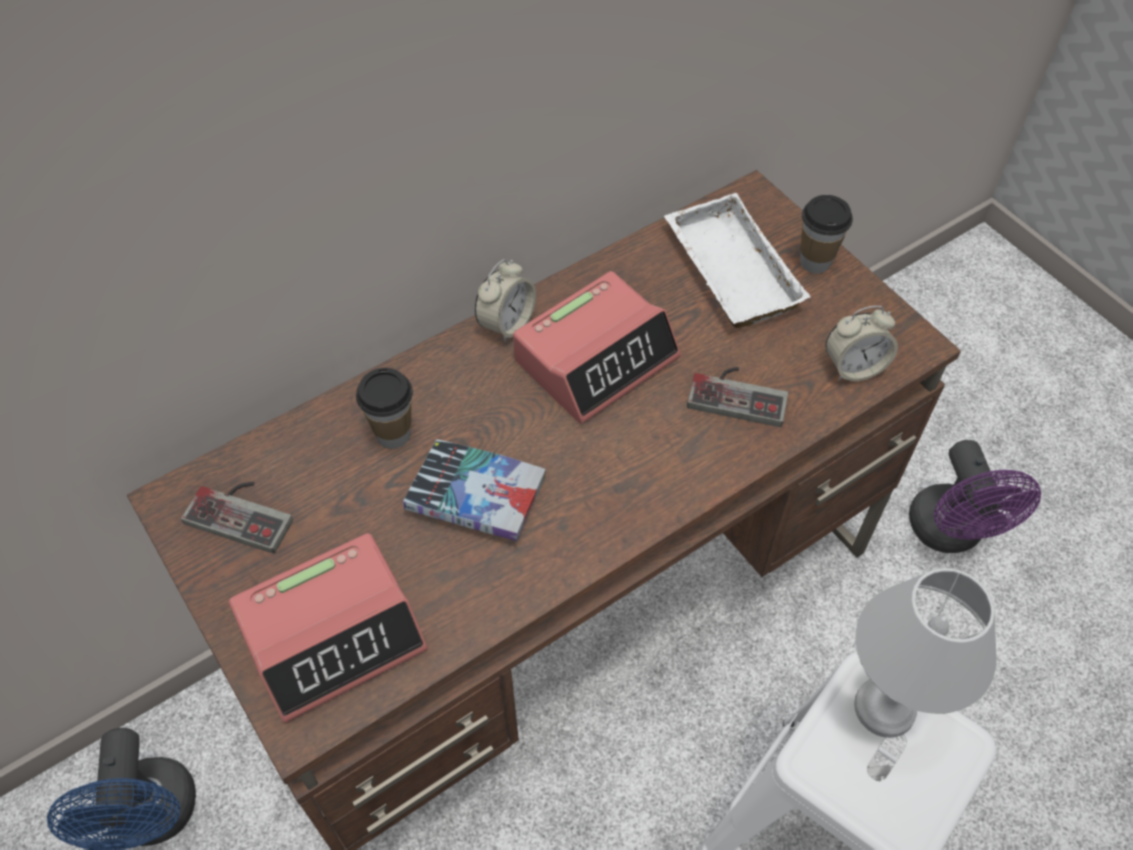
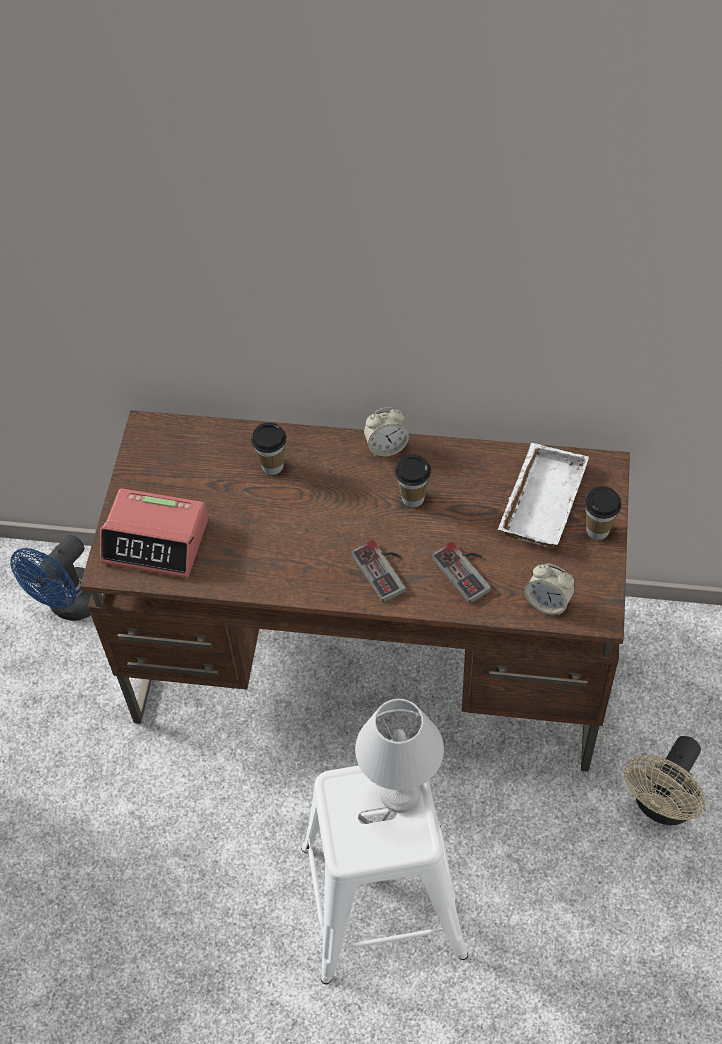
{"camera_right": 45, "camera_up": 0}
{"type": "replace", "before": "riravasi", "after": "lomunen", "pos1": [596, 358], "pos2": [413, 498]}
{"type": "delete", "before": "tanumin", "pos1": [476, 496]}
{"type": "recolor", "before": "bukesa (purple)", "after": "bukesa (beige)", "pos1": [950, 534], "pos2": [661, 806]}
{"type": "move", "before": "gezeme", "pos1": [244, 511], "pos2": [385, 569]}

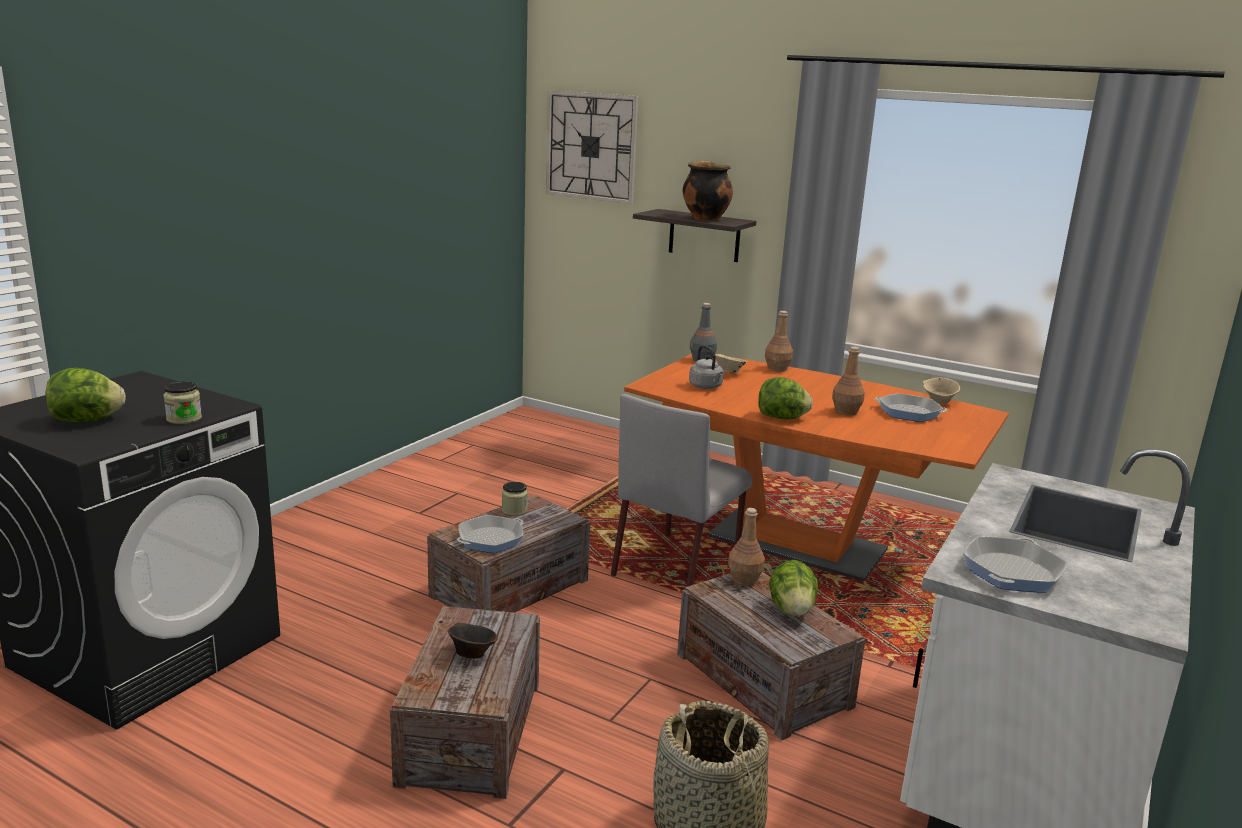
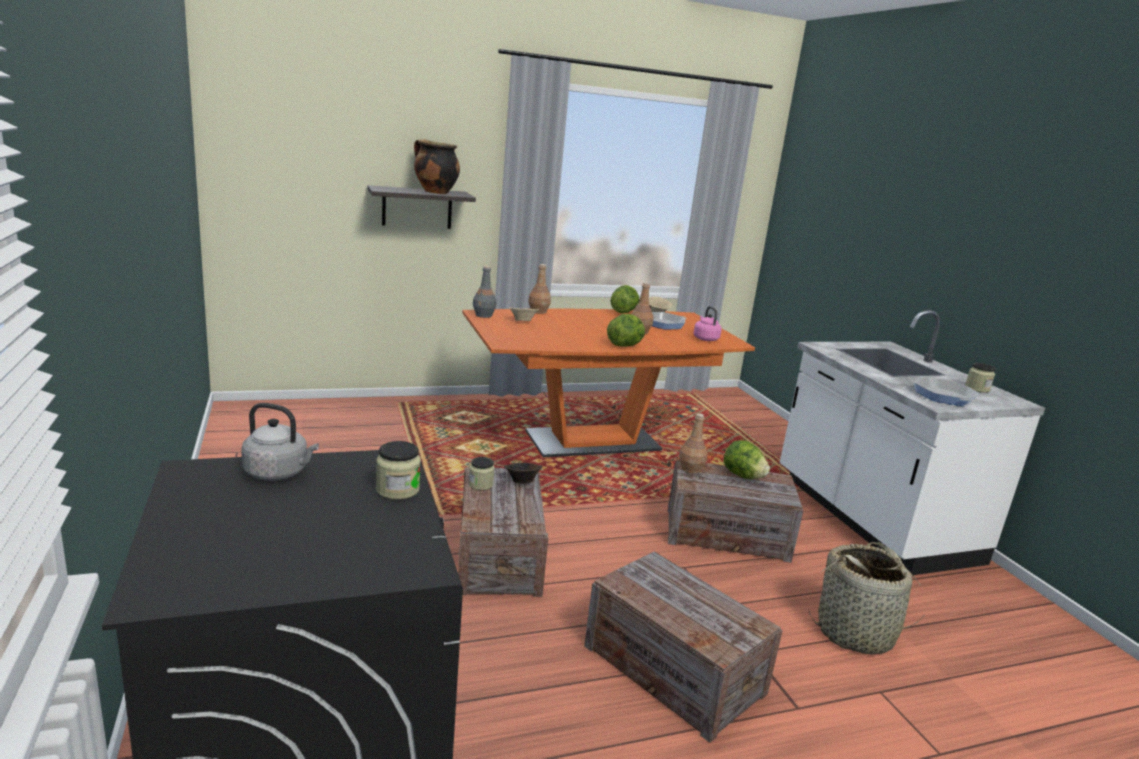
{"camera_right": -50, "camera_up": 0}
{"type": "delete", "before": "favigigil", "pos1": [591, 146]}
{"type": "move", "before": "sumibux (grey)", "pos1": [706, 387], "pos2": [279, 473]}
{"type": "move", "before": "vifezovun", "pos1": [87, 420], "pos2": [623, 312]}
{"type": "delete", "before": "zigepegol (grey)", "pos1": [677, 565]}
{"type": "delete", "before": "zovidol", "pos1": [490, 539]}
{"type": "move", "before": "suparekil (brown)", "pos1": [472, 654], "pos2": [521, 482]}
{"type": "insert", "after": "sumibux (pink)", "pos2": [705, 338]}
{"type": "insert", "after": "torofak", "pos2": [977, 389]}

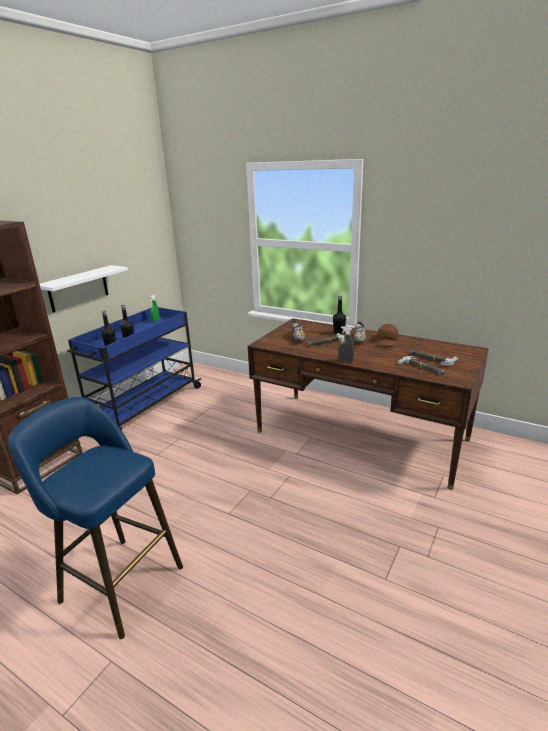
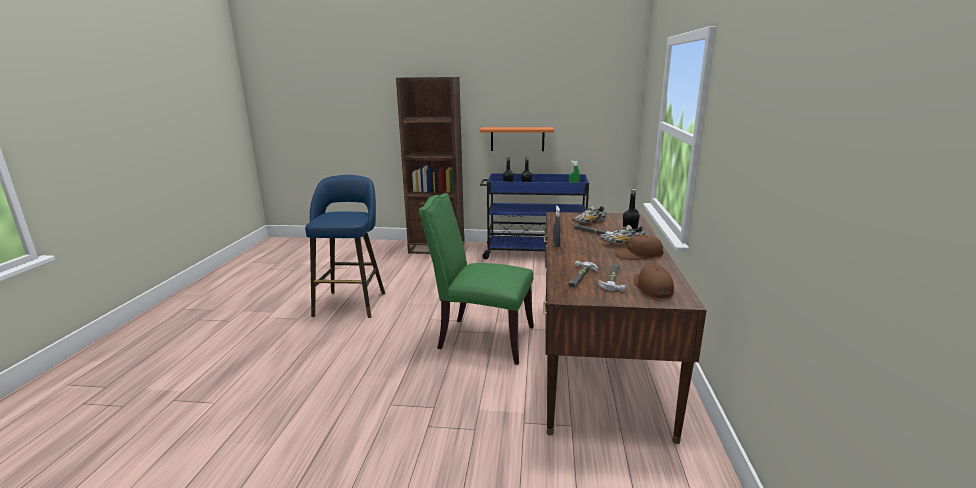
{"camera_right": 65, "camera_up": -5}
{"type": "recolor", "before": "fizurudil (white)", "after": "fizurudil (orange)", "pos1": [78, 288], "pos2": [517, 139]}
{"type": "insert", "after": "zigepegol (green)", "pos2": [481, 338]}
{"type": "insert", "after": "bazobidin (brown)", "pos2": [652, 287]}

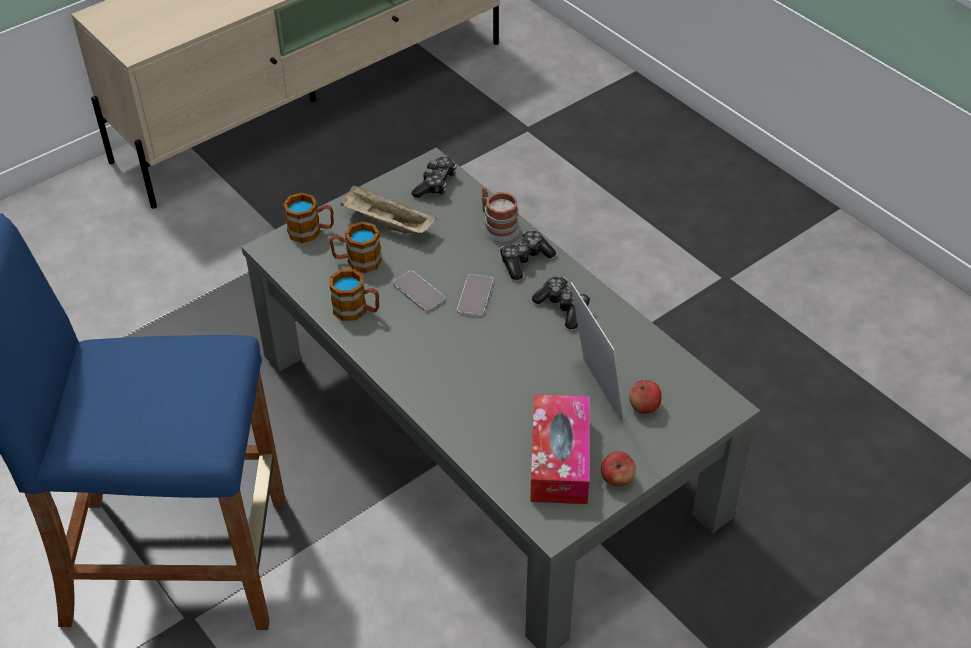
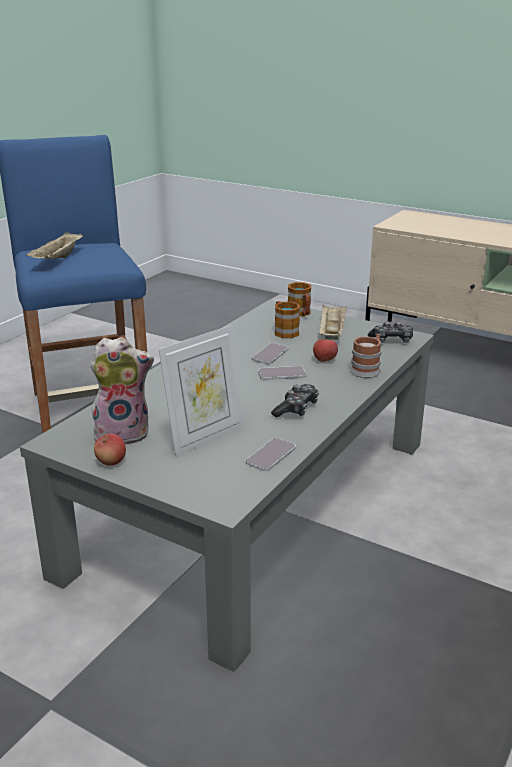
{"camera_right": 70, "camera_up": -20}
{"type": "delete", "before": "gezeme", "pos1": [525, 260]}
{"type": "delete", "before": "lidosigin", "pos1": [356, 310]}
{"type": "move", "before": "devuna", "pos1": [644, 407], "pos2": [324, 360]}
{"type": "replace", "before": "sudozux", "after": "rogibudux", "pos1": [559, 459], "pos2": [123, 433]}
{"type": "insert", "after": "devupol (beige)", "pos2": [58, 259]}
{"type": "insert", "after": "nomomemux", "pos2": [271, 455]}

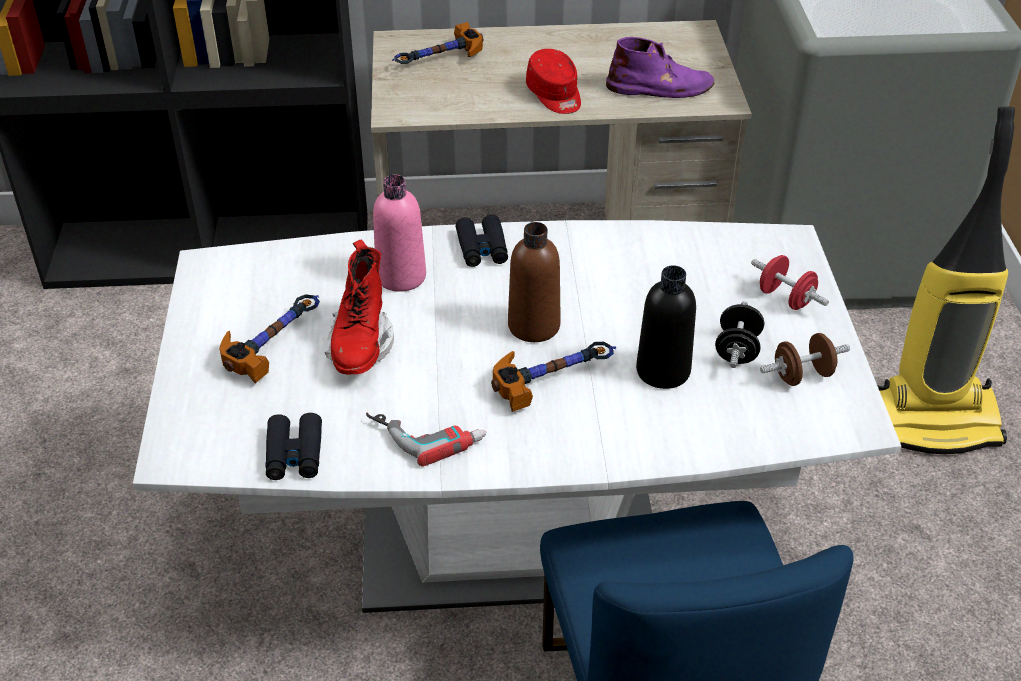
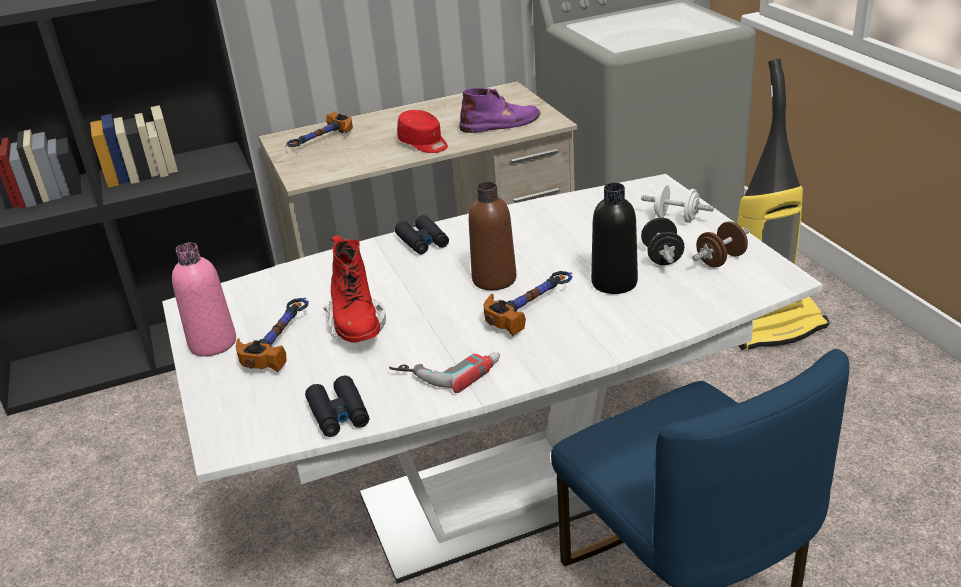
{"camera_right": -15, "camera_up": -10}
{"type": "move", "before": "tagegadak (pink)", "pos1": [401, 276], "pos2": [213, 343]}
{"type": "recolor", "before": "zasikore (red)", "after": "zasikore (white)", "pos1": [785, 298], "pos2": [676, 218]}

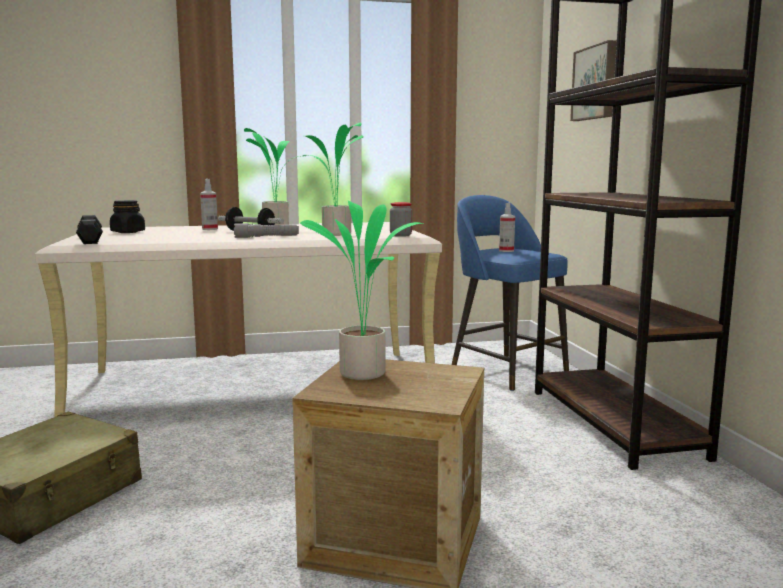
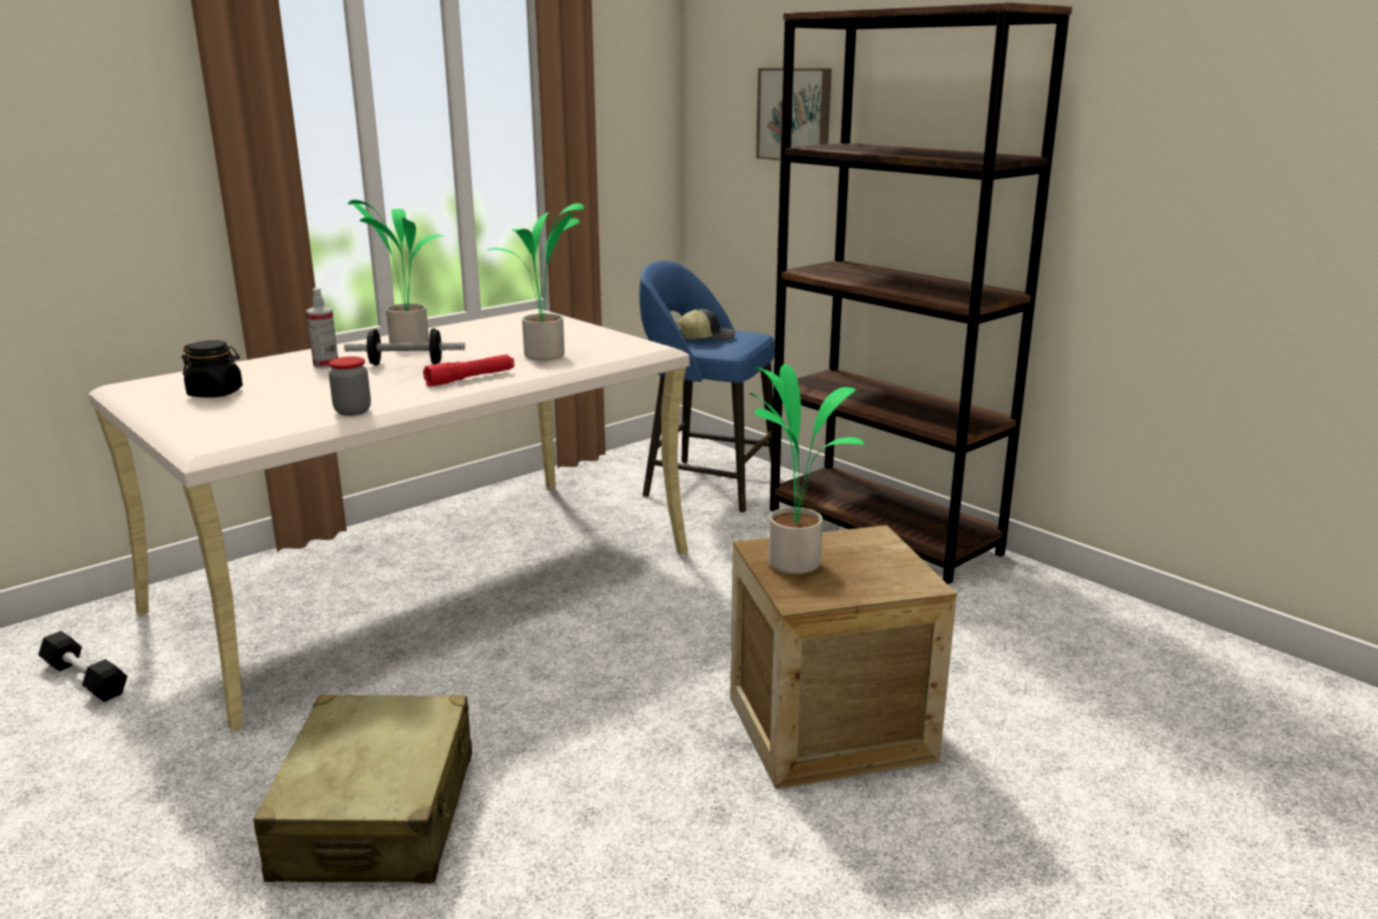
{"camera_right": -30, "camera_up": 10}
{"type": "move", "before": "torofak", "pos1": [401, 235], "pos2": [352, 411]}
{"type": "replace", "before": "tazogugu", "after": "bazobidin", "pos1": [506, 251], "pos2": [707, 337]}
{"type": "move", "before": "zasikore (black)", "pos1": [90, 239], "pos2": [85, 679]}
{"type": "recolor", "before": "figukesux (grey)", "after": "figukesux (red)", "pos1": [267, 237], "pos2": [470, 378]}

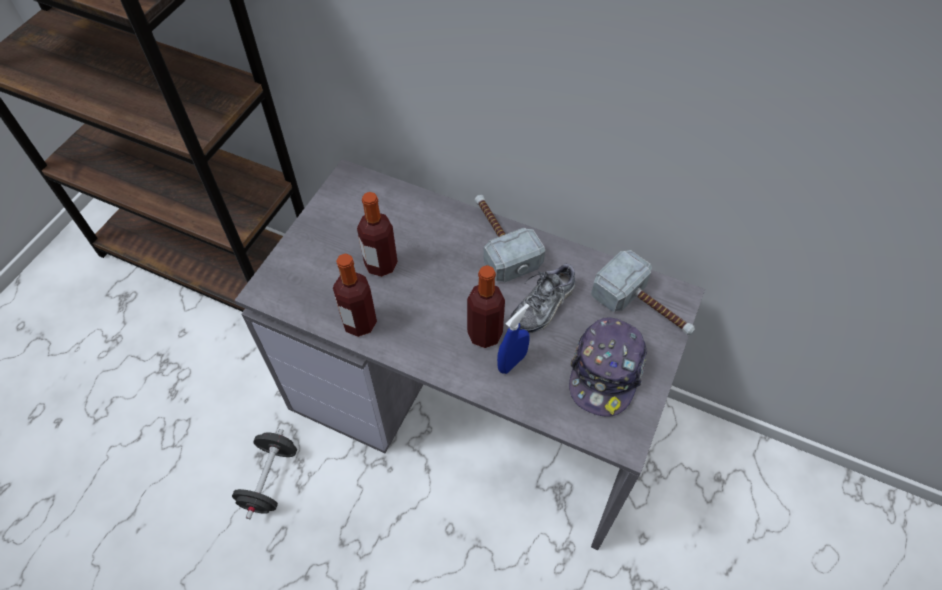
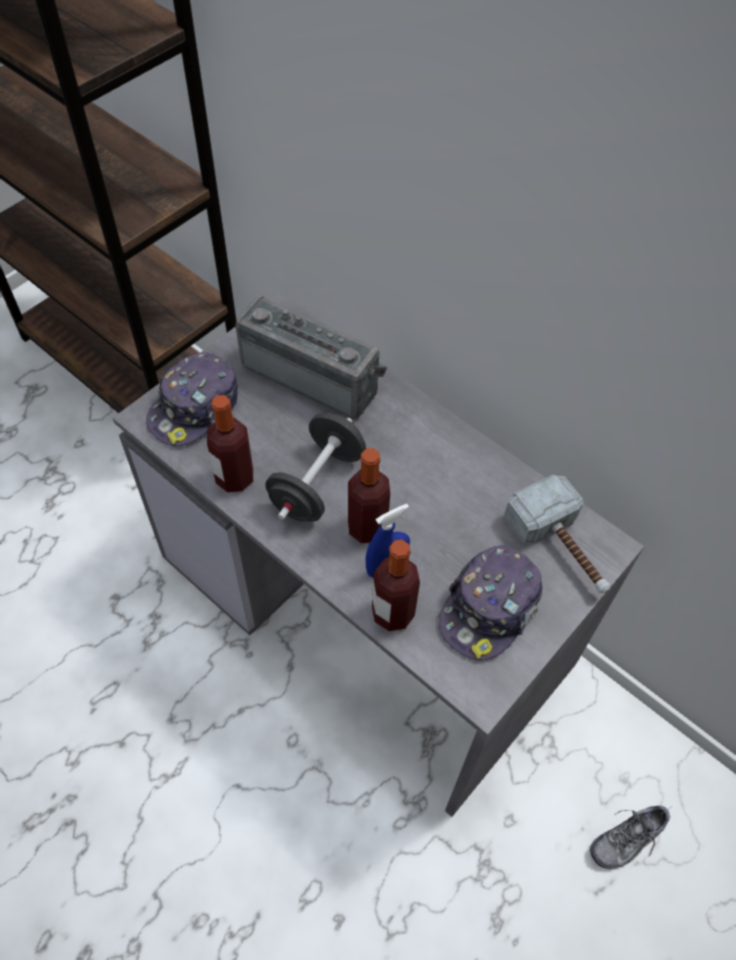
{"camera_right": 15, "camera_up": 0}
{"type": "move", "before": "tagegadak", "pos1": [381, 264], "pos2": [392, 613]}
{"type": "delete", "before": "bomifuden", "pos1": [499, 241]}
{"type": "move", "before": "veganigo", "pos1": [543, 305], "pos2": [627, 838]}
{"type": "move", "before": "zasikore (black)", "pos1": [270, 480], "pos2": [317, 484]}
{"type": "insert", "after": "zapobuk", "pos2": [313, 375]}
{"type": "insert", "after": "bazobidin", "pos2": [195, 409]}

